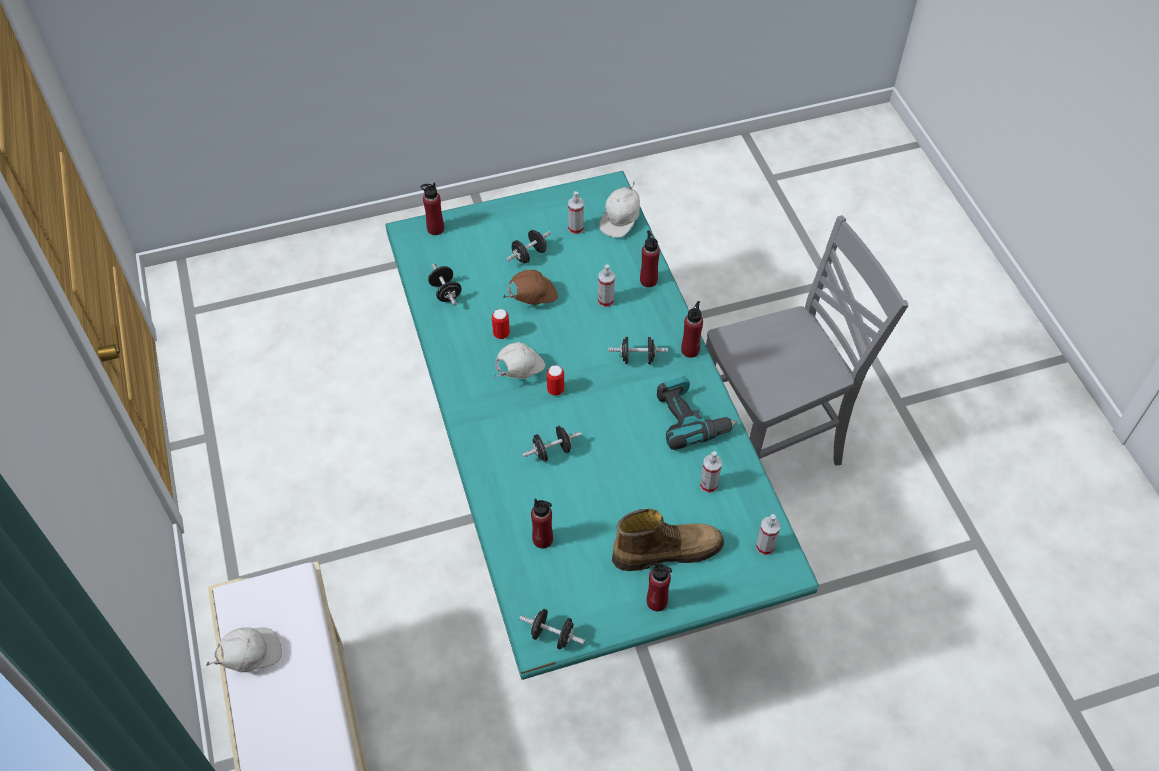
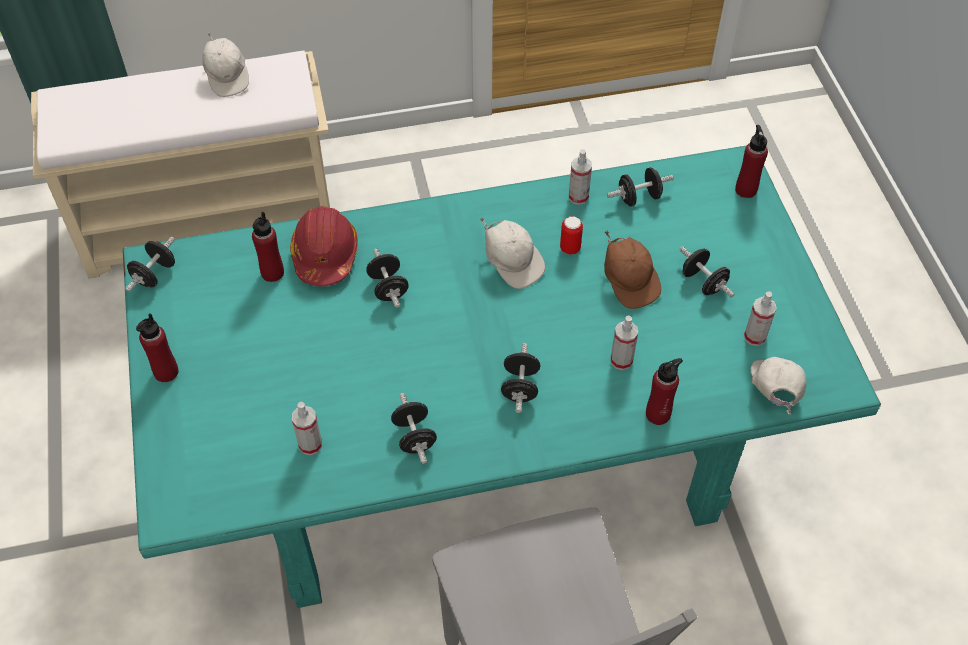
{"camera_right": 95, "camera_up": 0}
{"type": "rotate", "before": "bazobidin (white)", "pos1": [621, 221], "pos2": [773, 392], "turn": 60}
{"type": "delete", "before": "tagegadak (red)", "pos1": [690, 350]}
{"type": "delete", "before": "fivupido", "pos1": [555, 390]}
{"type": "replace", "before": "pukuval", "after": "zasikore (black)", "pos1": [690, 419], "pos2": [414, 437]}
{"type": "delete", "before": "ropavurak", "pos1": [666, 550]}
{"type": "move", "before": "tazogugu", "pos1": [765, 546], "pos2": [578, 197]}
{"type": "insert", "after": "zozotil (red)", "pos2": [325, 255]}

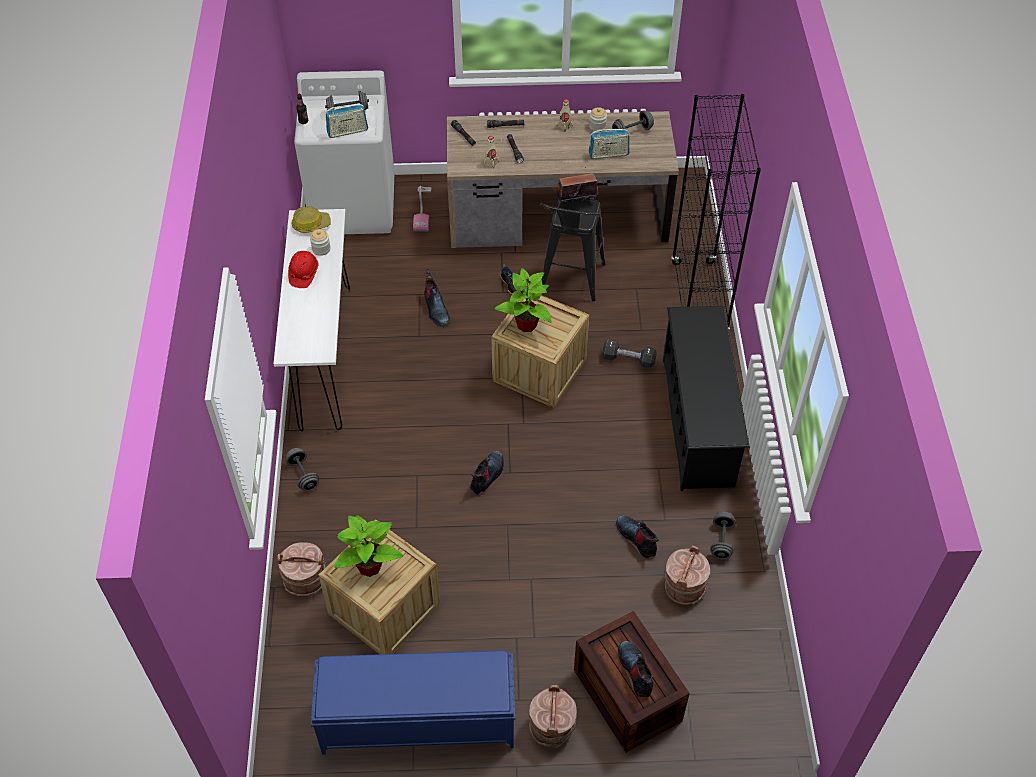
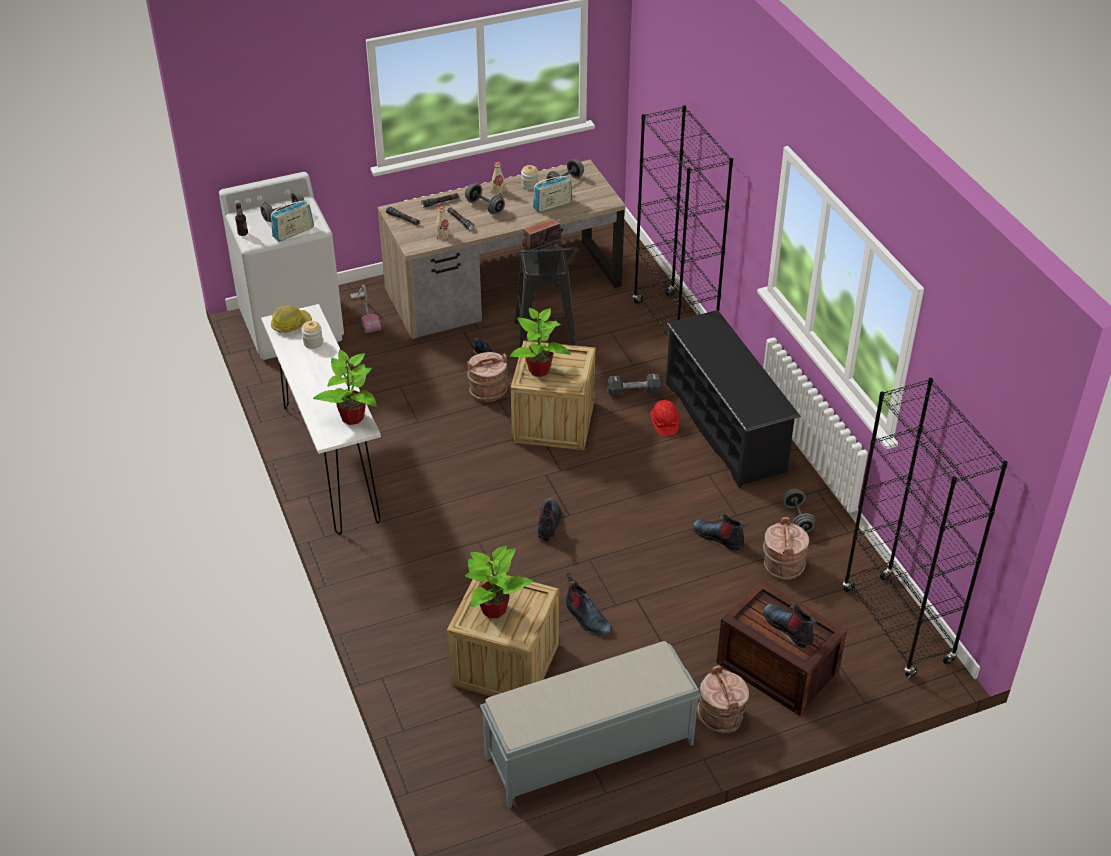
{"camera_right": -20, "camera_up": -10}
{"type": "move", "before": "zozotil (red)", "pos1": [303, 274], "pos2": [664, 423]}
{"type": "move", "before": "ropavurak", "pos1": [436, 309], "pos2": [586, 618]}
{"type": "move", "before": "zasikore (grey)", "pos1": [303, 475], "pos2": [485, 207]}
{"type": "move", "before": "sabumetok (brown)", "pos1": [305, 580], "pos2": [488, 390]}
{"type": "recolor", "before": "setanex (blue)", "after": "setanex (grey)", "pos1": [416, 721], "pos2": [588, 750]}
{"type": "insert", "after": "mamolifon", "pos2": [352, 418]}
{"type": "insert", "after": "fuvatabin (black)", "pos2": [897, 626]}

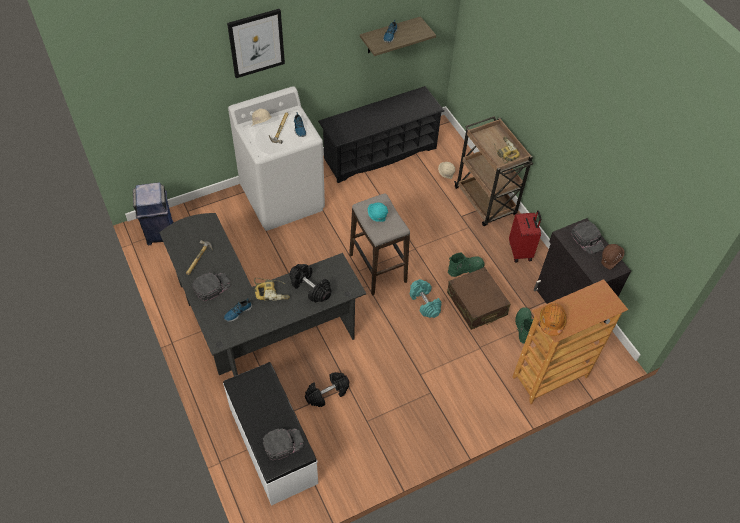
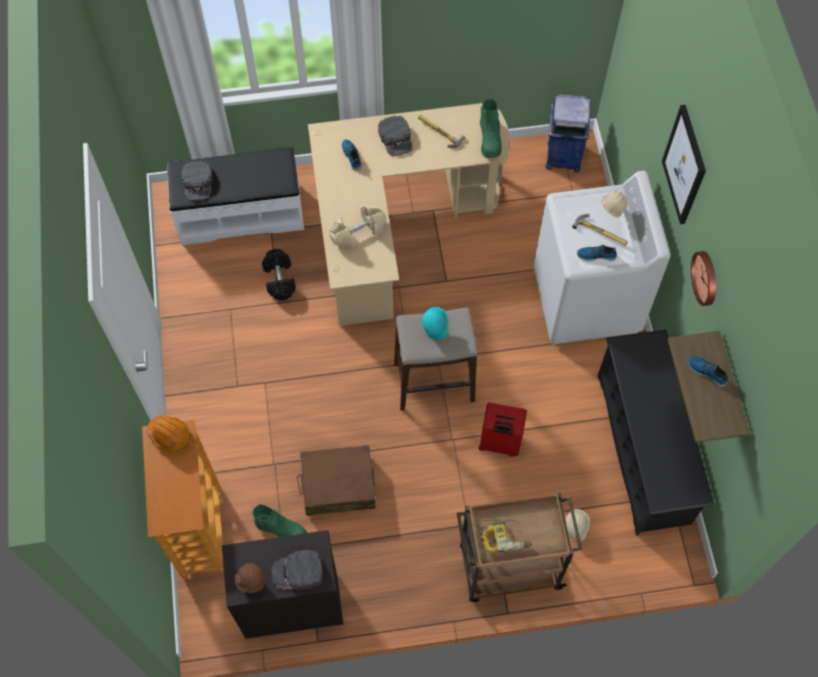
{"camera_right": 110, "camera_up": 10}
{"type": "move", "before": "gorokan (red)", "pos1": [521, 251], "pos2": [499, 443]}
{"type": "recolor", "before": "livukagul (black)", "after": "livukagul (beige)", "pos1": [253, 327], "pos2": [393, 226]}
{"type": "move", "before": "ropavurak (green)", "pos1": [465, 269], "pos2": [490, 139]}
{"type": "recolor", "before": "zasikore (black)", "after": "zasikore (beige)", "pos1": [310, 288], "pos2": [358, 232]}
{"type": "delete", "before": "pukuval", "pos1": [272, 291]}
{"type": "delete", "before": "zasikore (turquoise)", "pos1": [425, 303]}
{"type": "insert", "after": "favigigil", "pos2": [706, 278]}

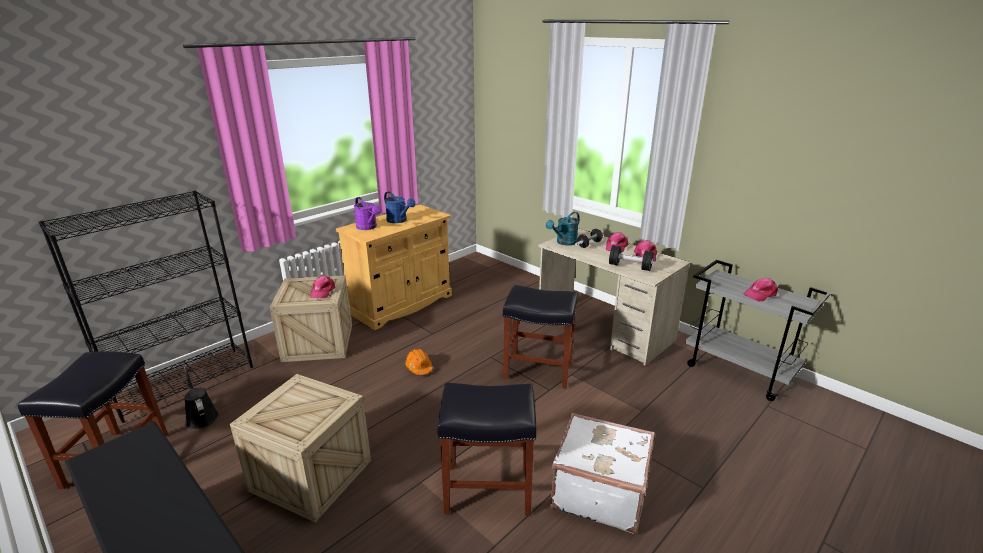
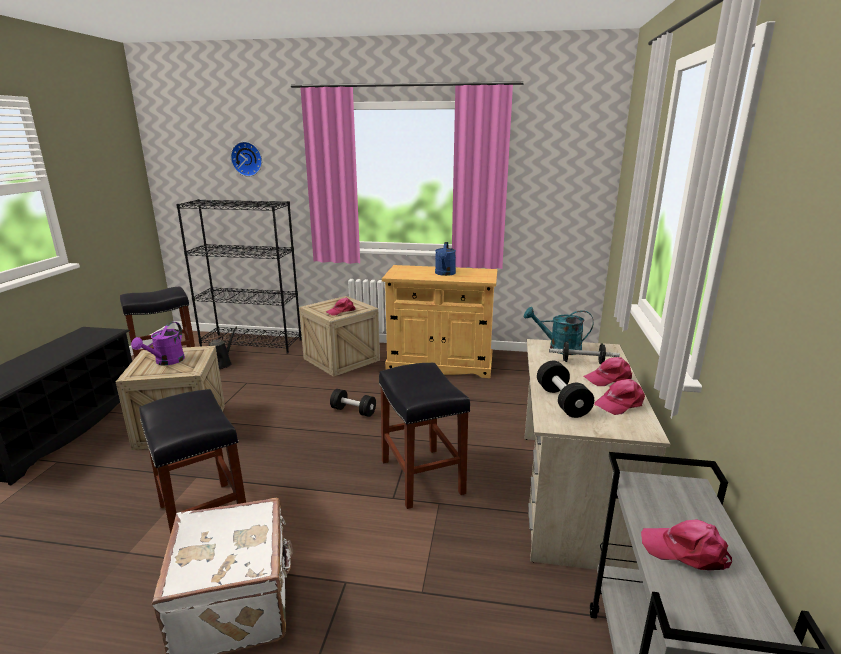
{"camera_right": 55, "camera_up": -5}
{"type": "move", "before": "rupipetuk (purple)", "pos1": [368, 227], "pos2": [166, 362]}
{"type": "replace", "before": "zozotil (orange)", "after": "zasikore (black)", "pos1": [419, 367], "pos2": [353, 411]}
{"type": "insert", "after": "favigigil", "pos2": [247, 159]}

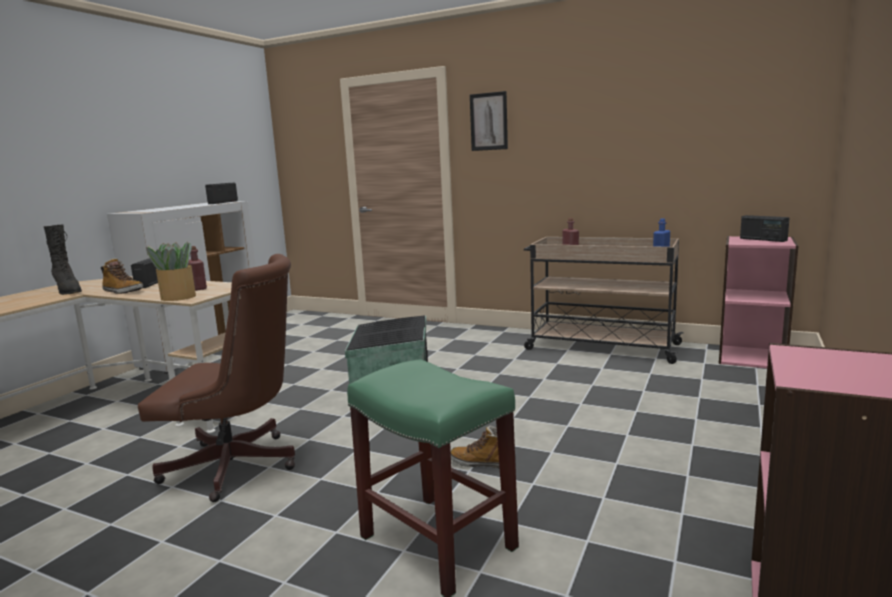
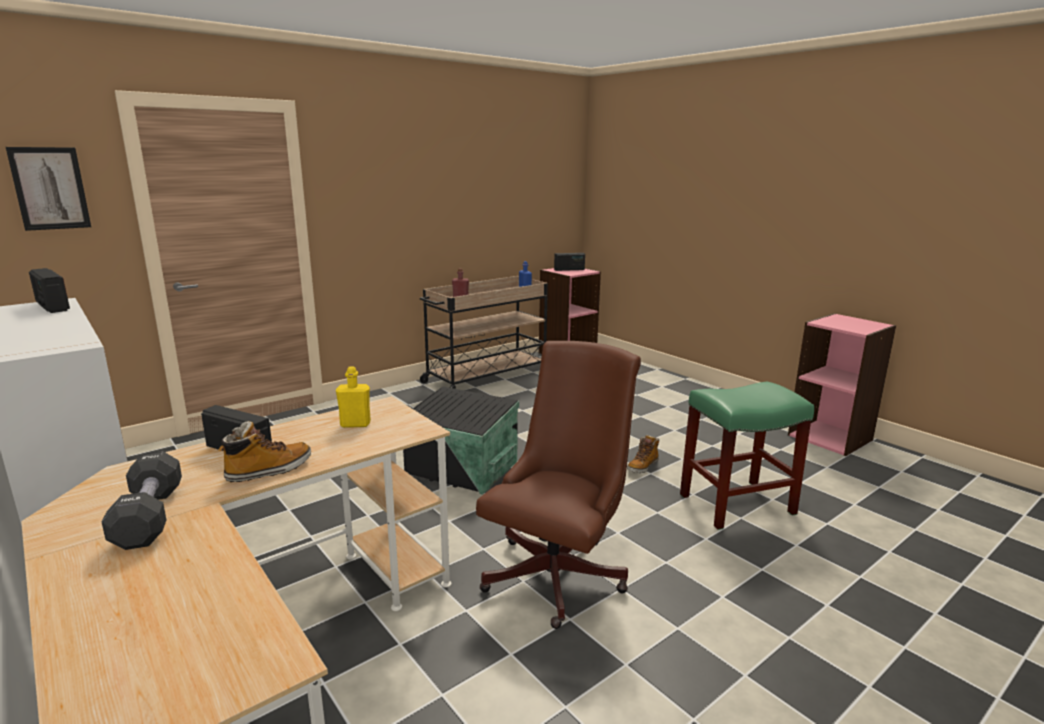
{"camera_right": -65, "camera_up": 5}
{"type": "move", "before": "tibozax", "pos1": [488, 121], "pos2": [50, 188]}
{"type": "replace", "before": "ropavurak (black)", "after": "zasikore (black)", "pos1": [68, 291], "pos2": [149, 517]}
{"type": "delete", "before": "mamolifon", "pos1": [177, 297]}
{"type": "recolor", "before": "tagegadak (red)", "after": "tagegadak (yellow)", "pos1": [198, 288], "pos2": [355, 424]}

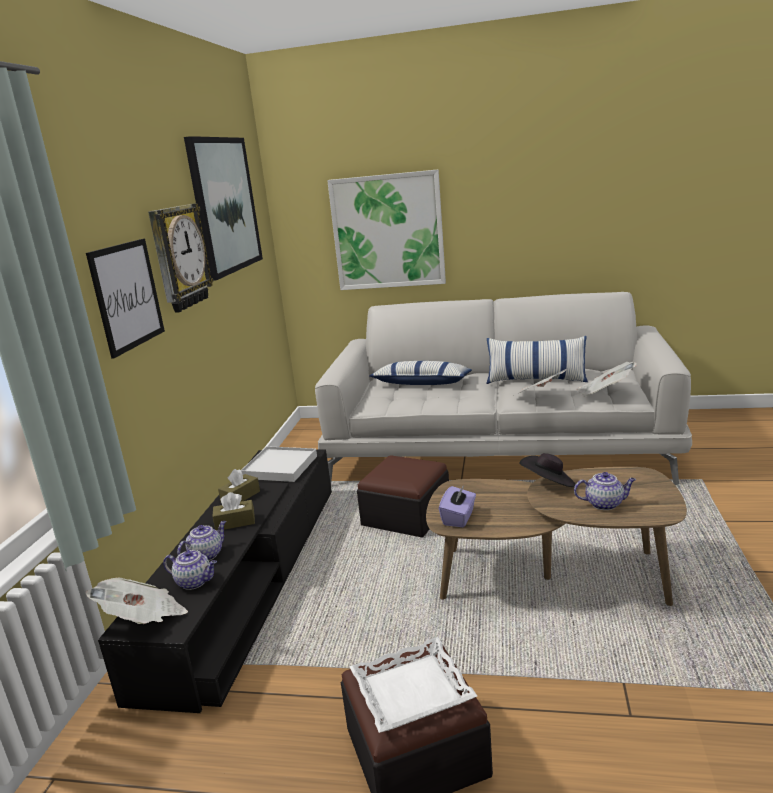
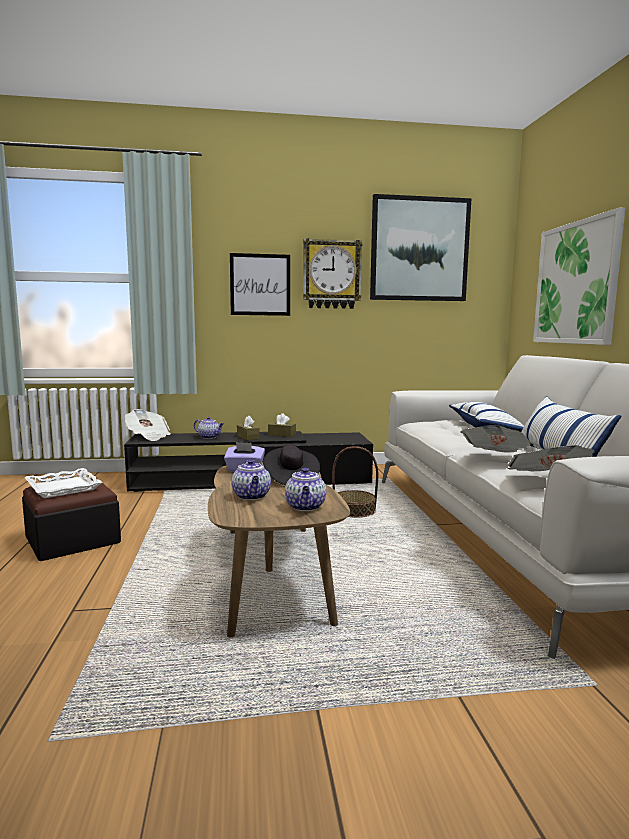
{"camera_right": 70, "camera_up": -10}
{"type": "delete", "before": "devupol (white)", "pos1": [280, 467]}
{"type": "replace", "before": "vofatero", "after": "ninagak", "pos1": [406, 515], "pos2": [354, 510]}
{"type": "move", "before": "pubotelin", "pos1": [195, 582], "pos2": [306, 507]}

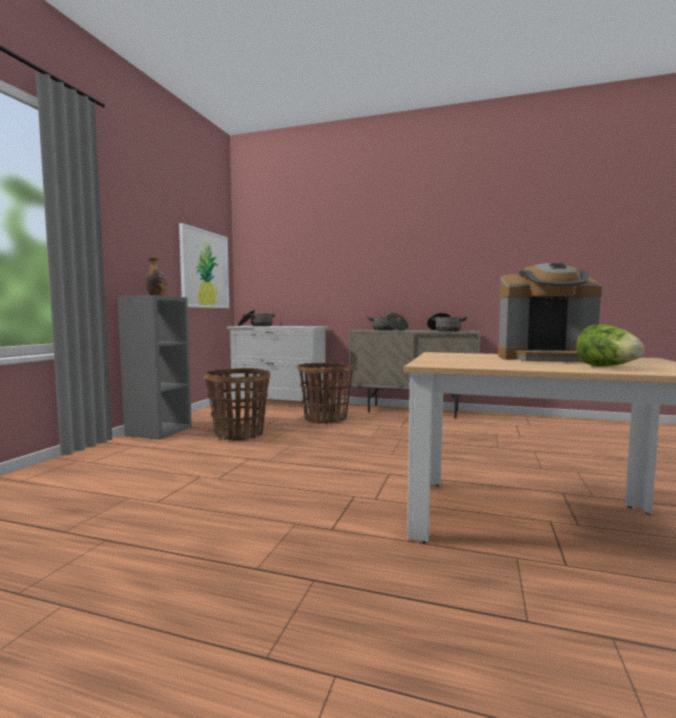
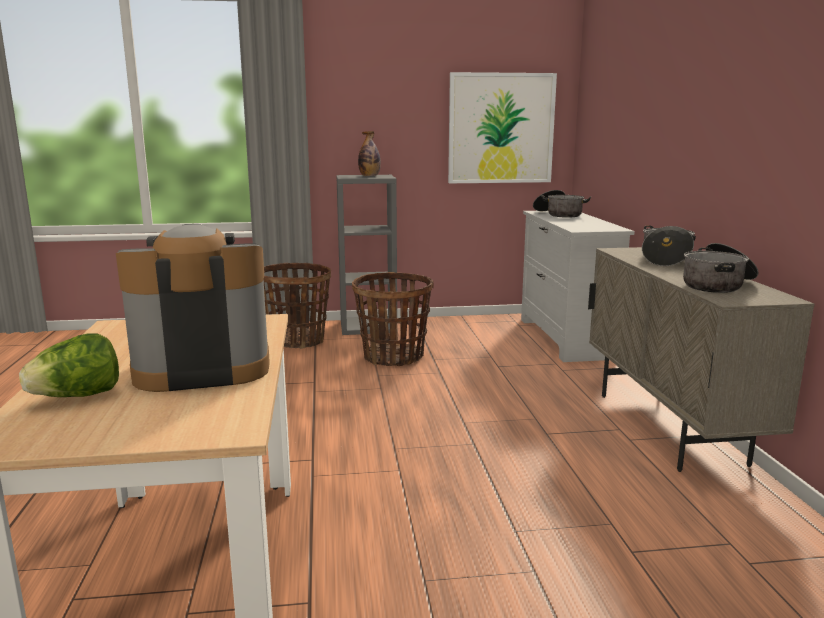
{"camera_right": 65, "camera_up": 10}
{"type": "rotate", "before": "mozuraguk", "pos1": [544, 358], "pos2": [202, 368], "turn": 90}
{"type": "move", "before": "ninagak", "pos1": [325, 419], "pos2": [296, 340]}

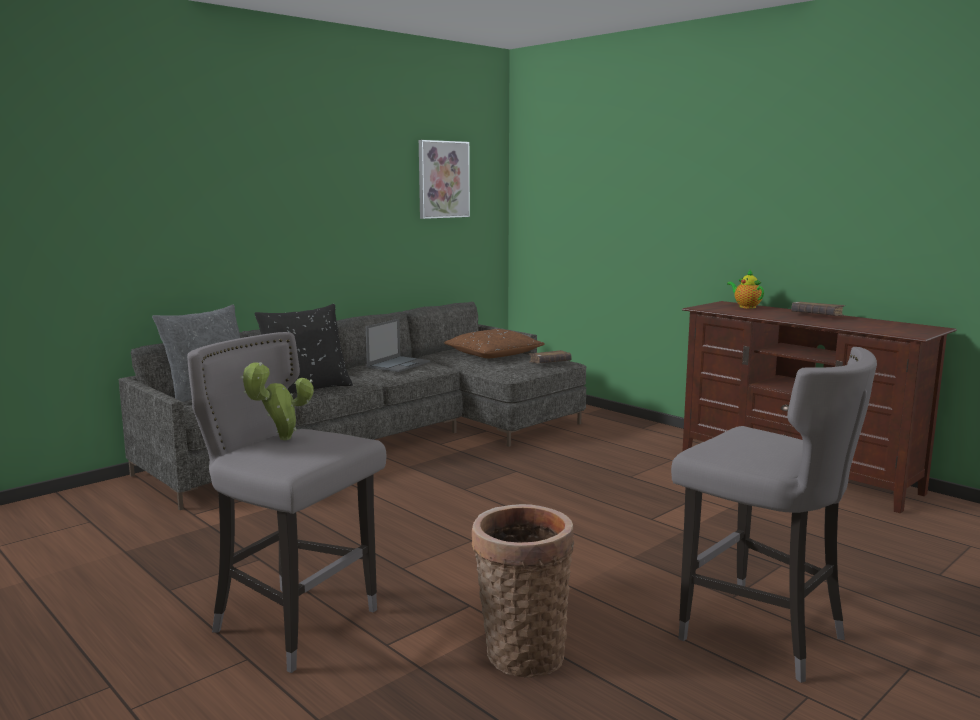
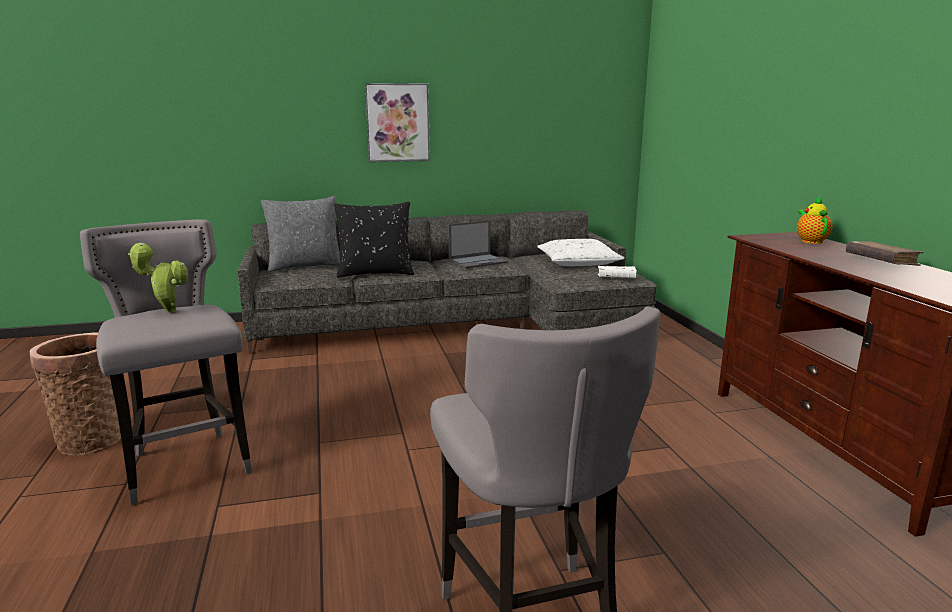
{"camera_right": 30, "camera_up": 5}
{"type": "move", "before": "tibozax", "pos1": [443, 179], "pos2": [397, 123]}
{"type": "recolor", "before": "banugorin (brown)", "after": "banugorin (white)", "pos1": [493, 354], "pos2": [578, 263]}
{"type": "recolor", "before": "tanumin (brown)", "after": "tanumin (white)", "pos1": [550, 363], "pos2": [616, 277]}
{"type": "move", "before": "ninagak", "pos1": [521, 652], "pos2": [92, 439]}

